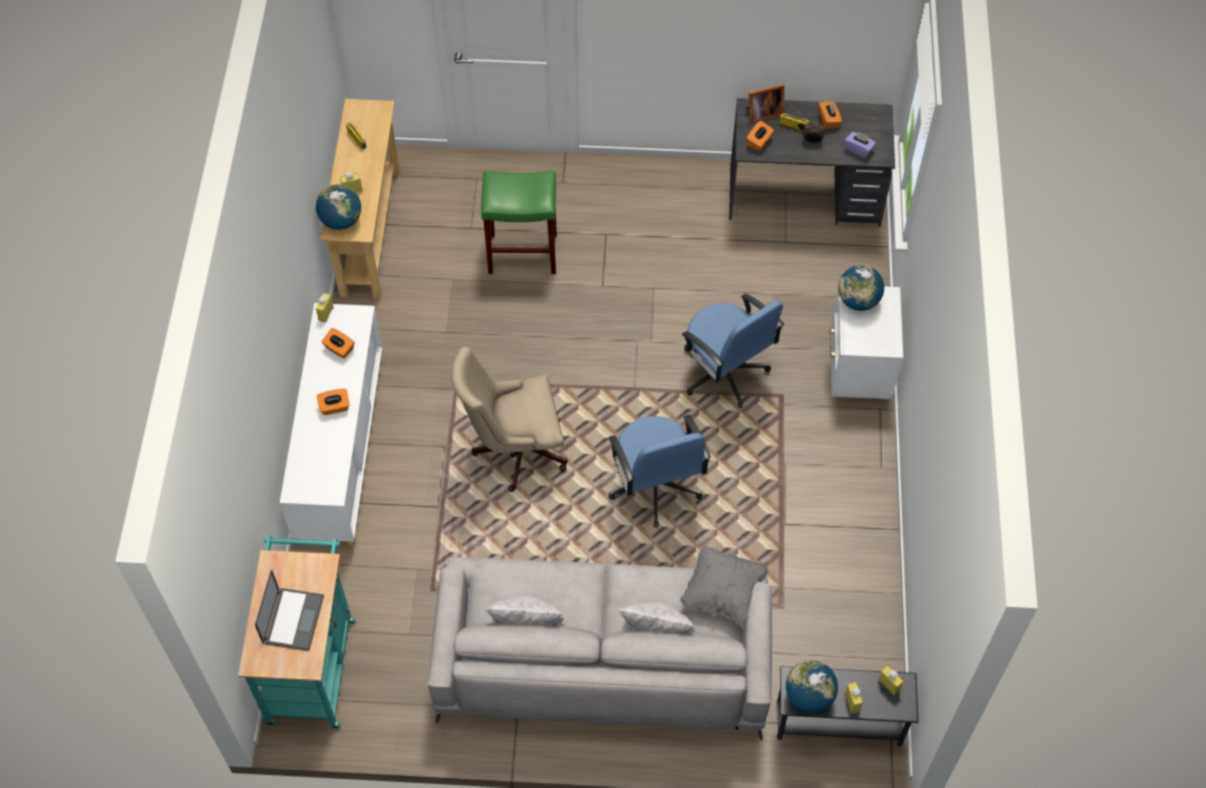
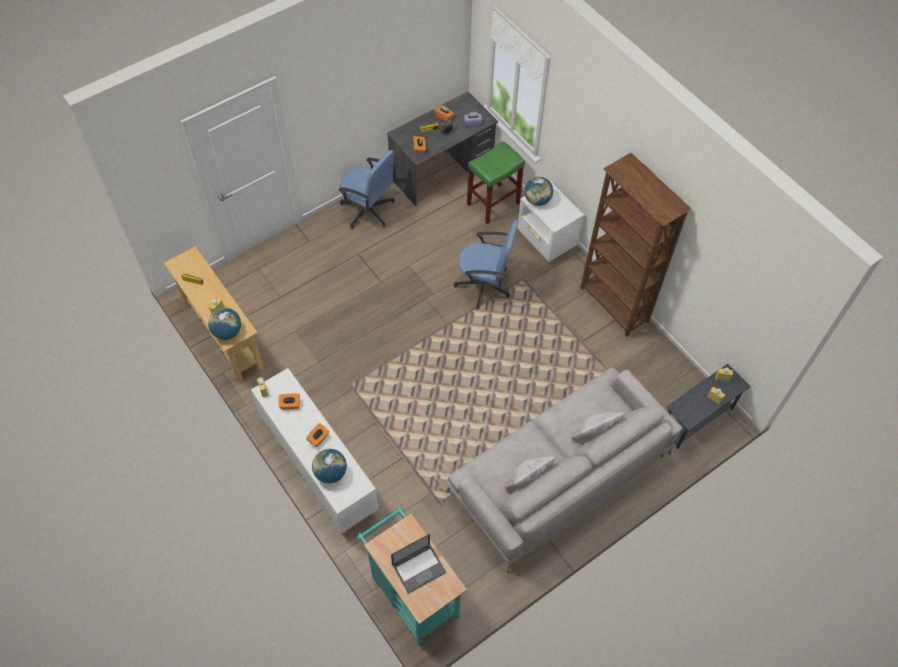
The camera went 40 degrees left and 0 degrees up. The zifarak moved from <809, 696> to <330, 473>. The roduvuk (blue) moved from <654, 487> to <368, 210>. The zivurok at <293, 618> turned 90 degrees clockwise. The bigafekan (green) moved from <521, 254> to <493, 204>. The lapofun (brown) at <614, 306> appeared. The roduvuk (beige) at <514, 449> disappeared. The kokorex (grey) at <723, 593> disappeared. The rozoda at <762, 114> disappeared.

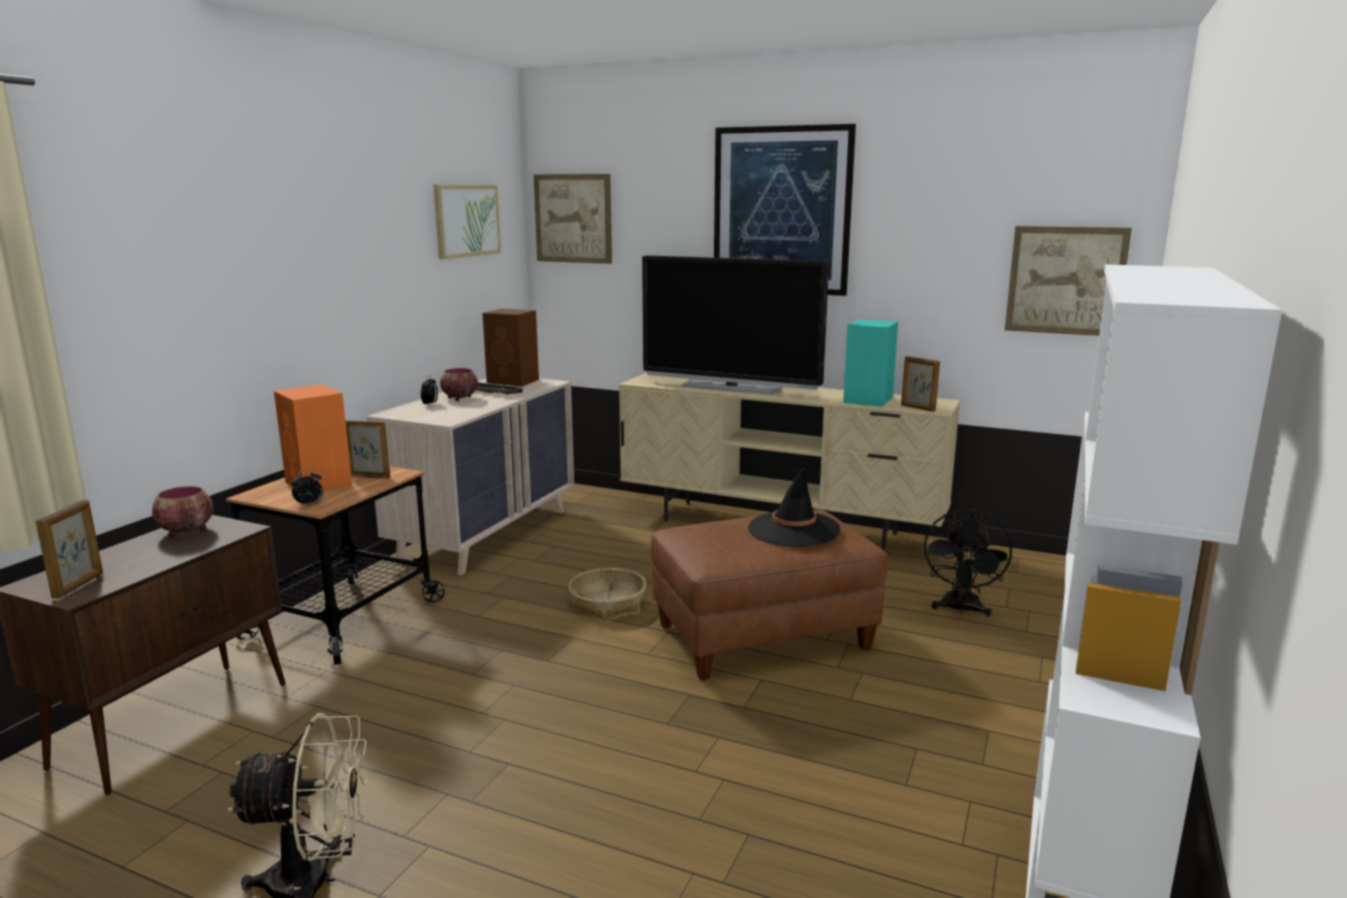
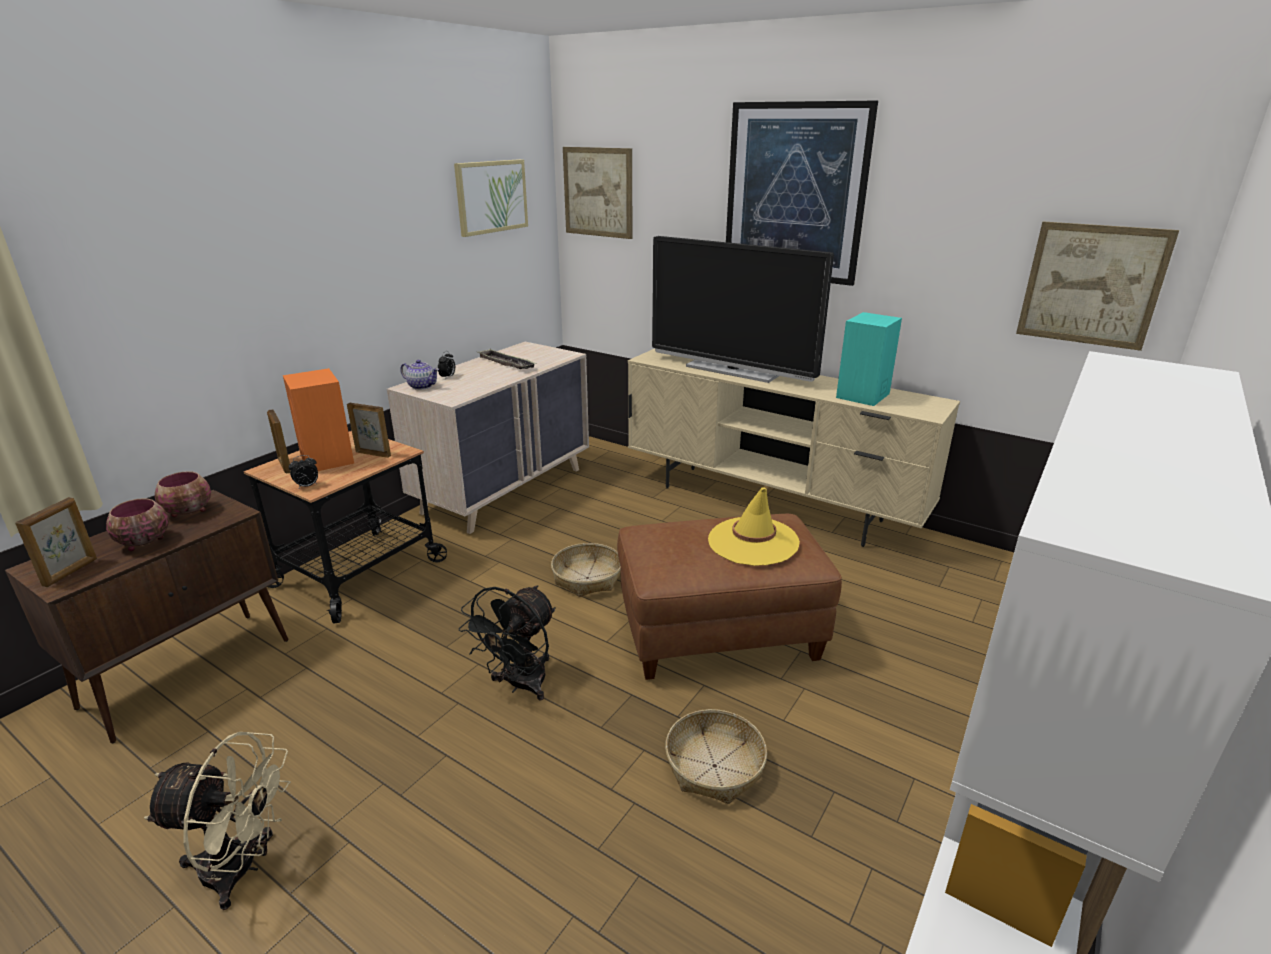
The camera went 10 degrees right and 10 degrees up. The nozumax moved from <459, 398> to <143, 542>. The rozoda moved from <917, 408> to <284, 466>. The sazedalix at <421, 386> appeared. The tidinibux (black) moved from <961, 609> to <520, 685>. The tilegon at <714, 766> appeared. The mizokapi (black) at <793, 529> became the mizokapi (yellow) at <753, 541>. The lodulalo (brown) at <514, 381> disappeared.

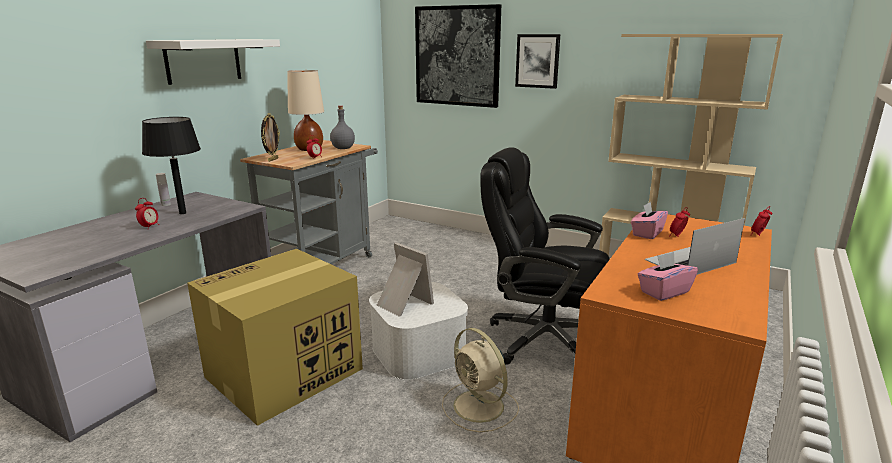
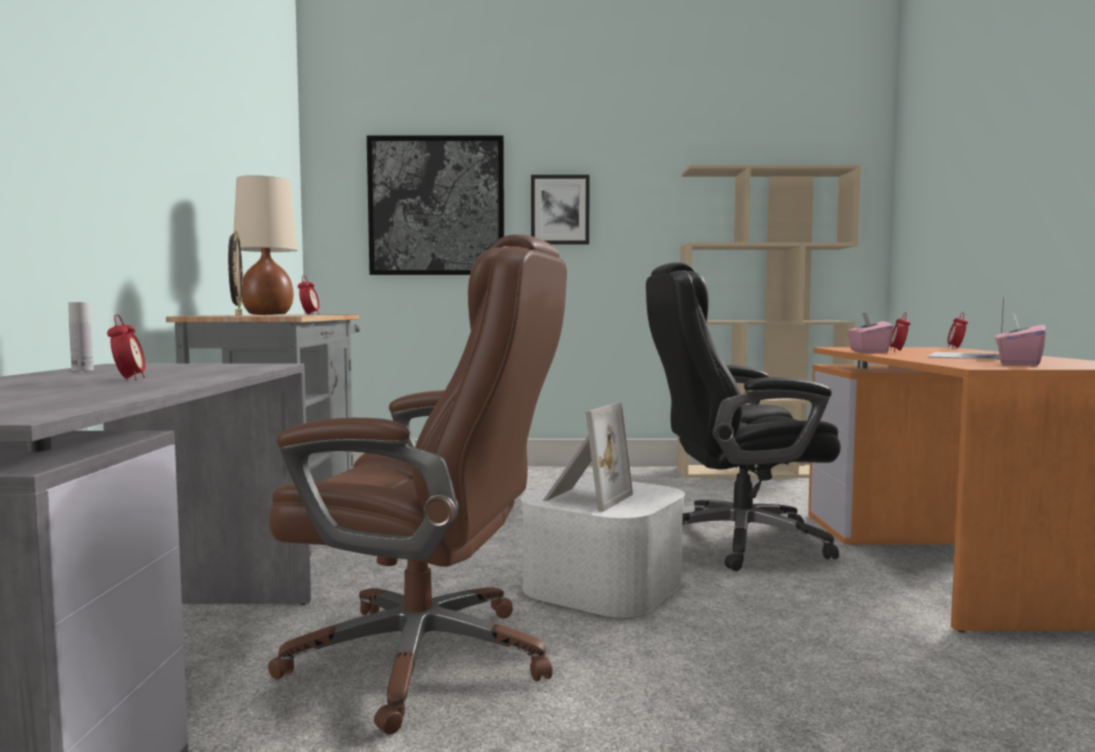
The camera went 30 degrees left and 15 degrees down. The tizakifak at <283, 374> was replaced by the roduvuk (brown) at <427, 659>. The rozoda at <402, 303> turned 105 degrees clockwise. The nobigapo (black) at <183, 213> disappeared. The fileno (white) at <203, 60> disappeared. The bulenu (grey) at <343, 148> disappeared. The tidinibux (beige) at <480, 407> disappeared.

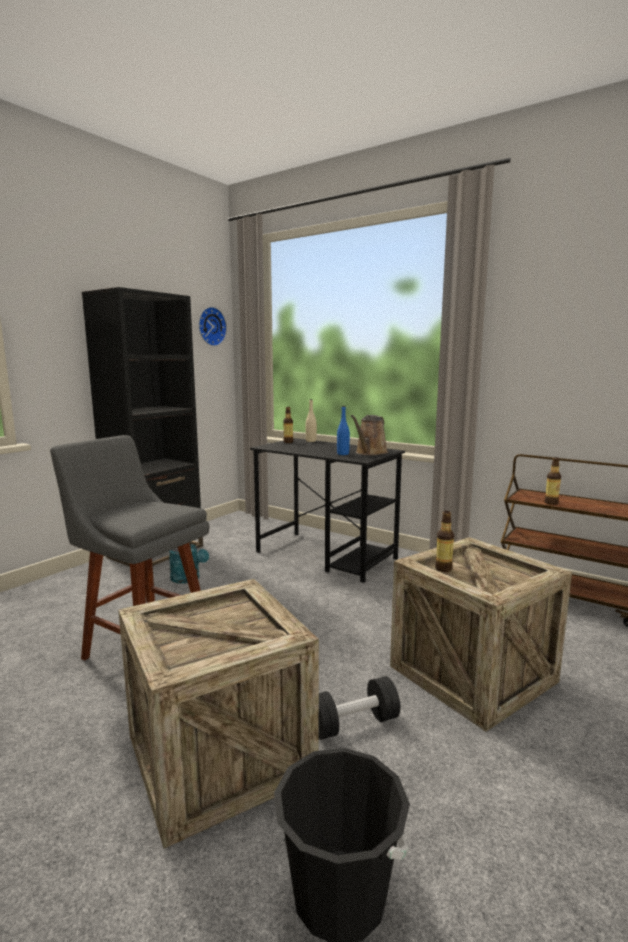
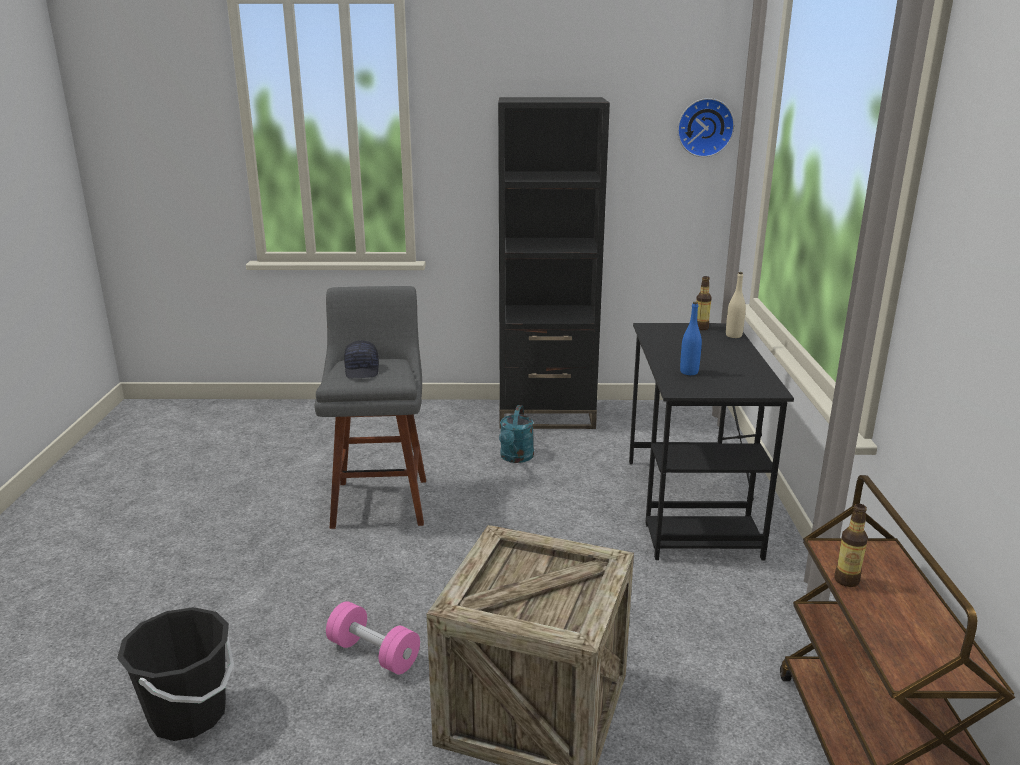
The camera went 55 degrees right and 10 degrees up. The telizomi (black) at <353, 724> became the telizomi (pink) at <373, 653>. The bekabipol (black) at <362, 370> appeared. The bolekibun at <219, 755> disappeared. The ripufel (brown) at <370, 453> disappeared. The bulenu at <443, 568> disappeared.

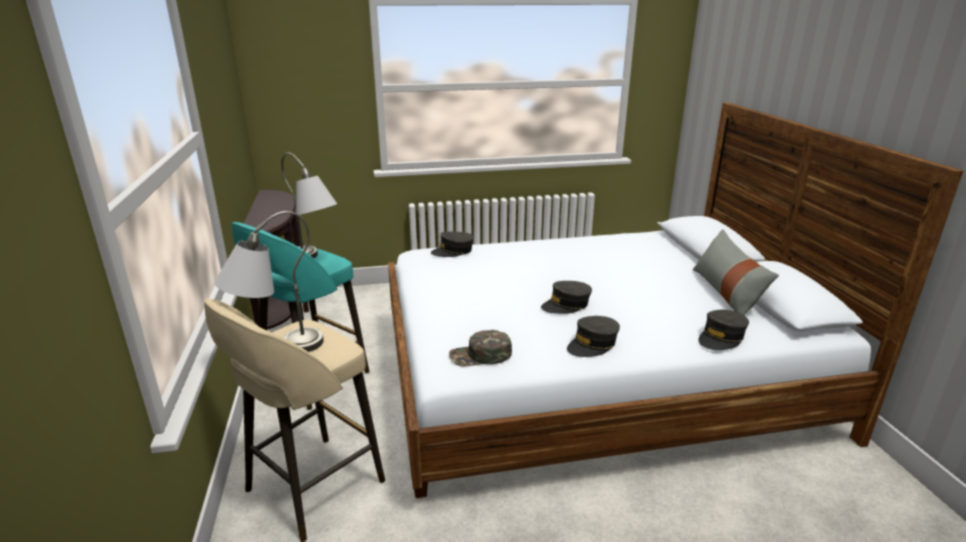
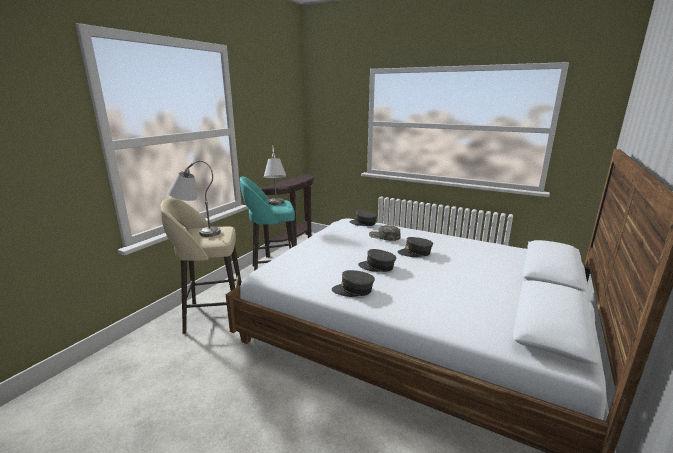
The camera went 40 degrees right and 5 degrees down. The bekabipol (green) moved from <480, 355> to <384, 236>. The bekabipol (grey) moved from <721, 338> to <415, 253>. The kokorex (grey) at <726, 293> disappeared.

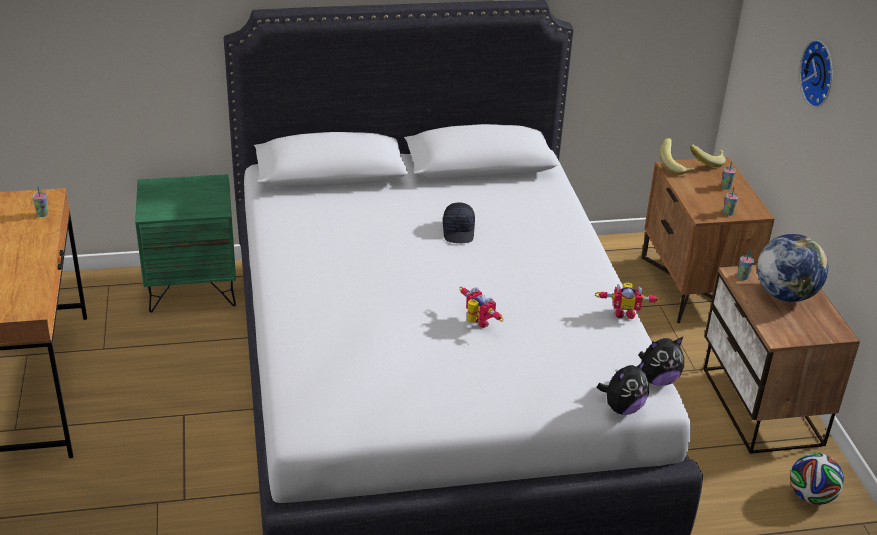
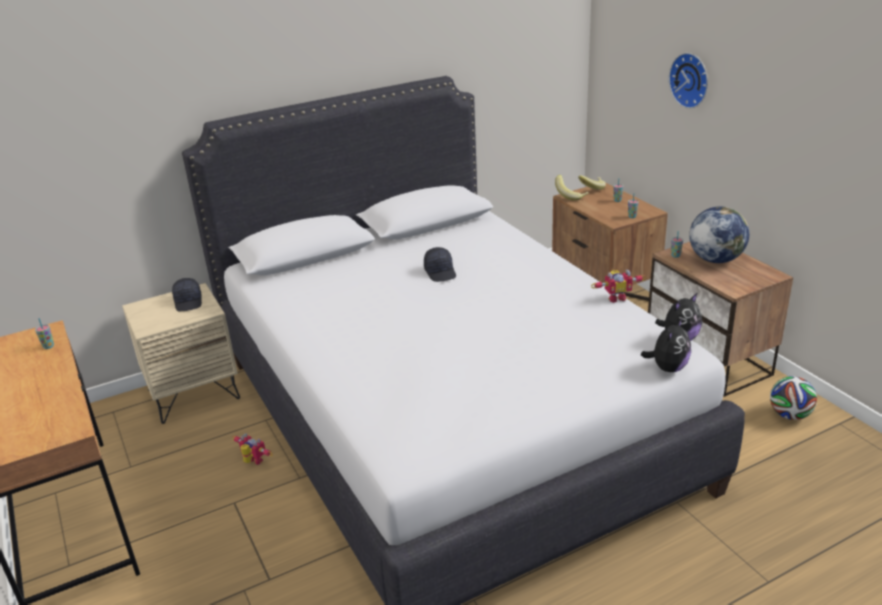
The camera went 15 degrees left and 5 degrees down. The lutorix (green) at <192, 287> became the lutorix (beige) at <193, 393>. The bekabipol (black) at <189, 302> appeared. The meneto moved from <476, 323> to <253, 462>.

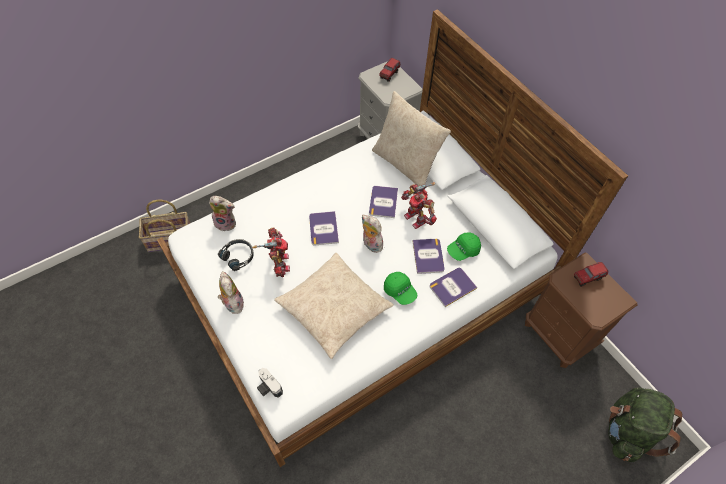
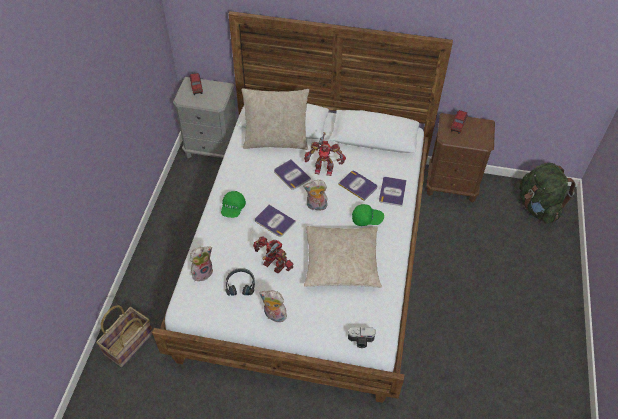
The camera went 45 degrees left and 5 degrees down. The bekabipol (green) moved from <463, 250> to <233, 208>.

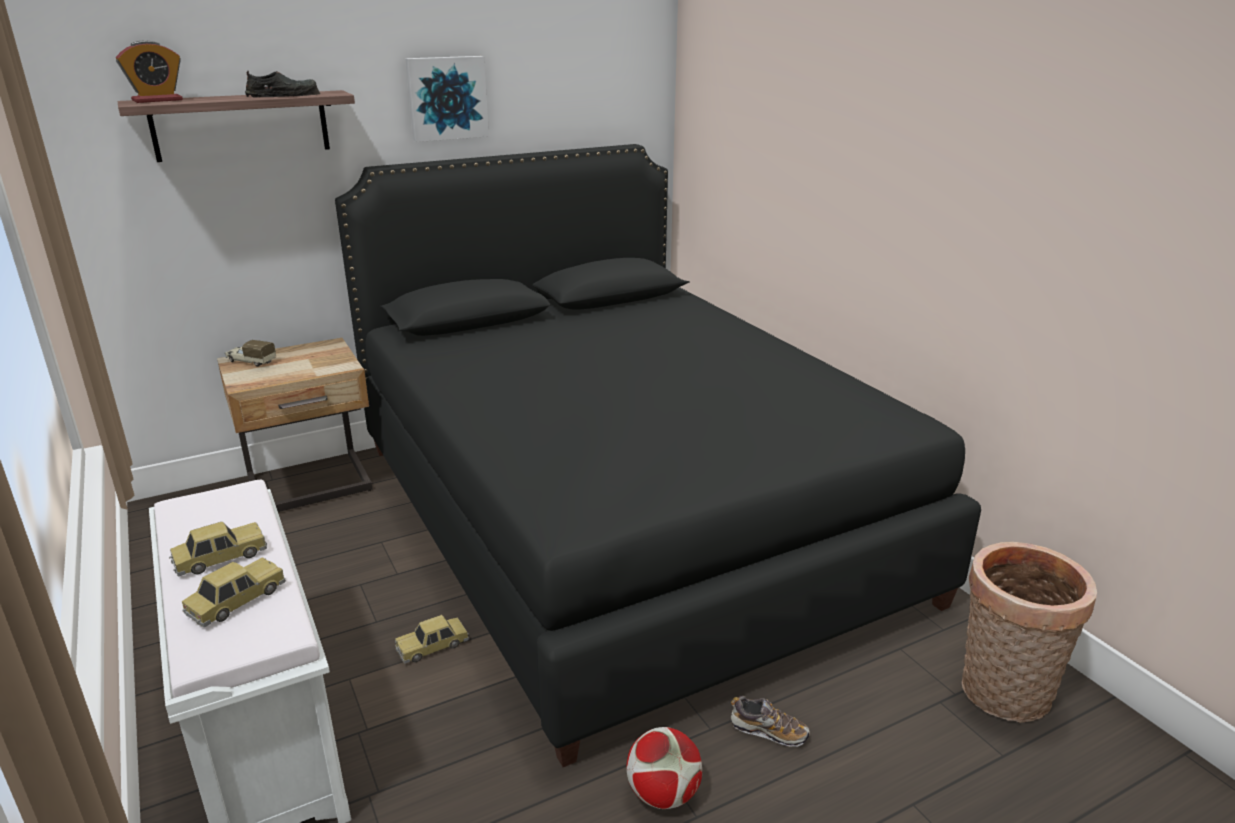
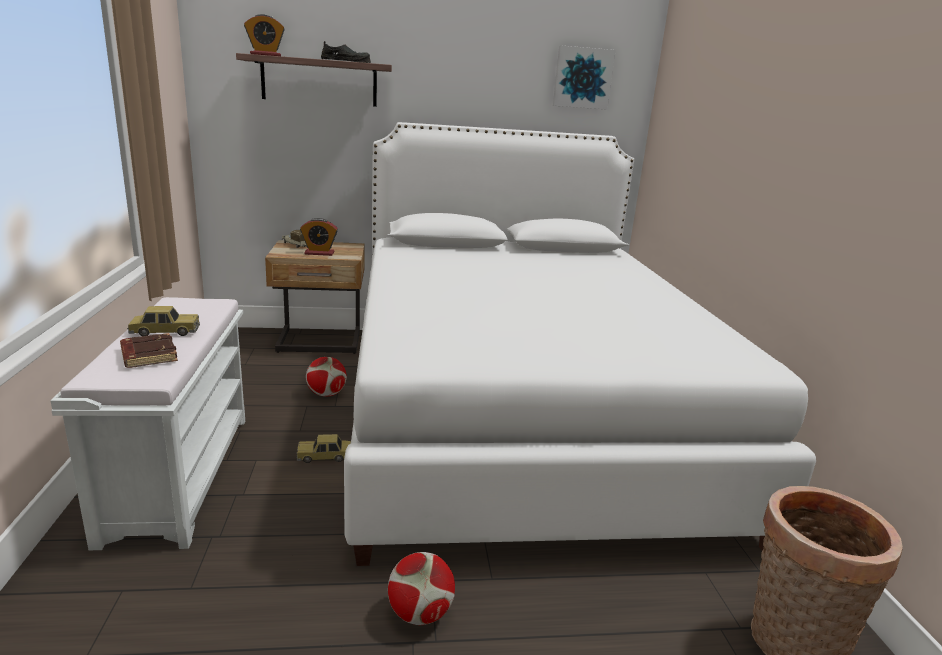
The camera went 20 degrees right and 5 degrees down. The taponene at <236, 601> was replaced by the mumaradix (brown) at <148, 355>. The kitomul at <319, 253> appeared. The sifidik at <326, 394> appeared. The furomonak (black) at <621, 518> became the furomonak (white) at <519, 412>. The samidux moved from <447, 98> to <582, 78>. The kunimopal at <768, 731> disappeared.

